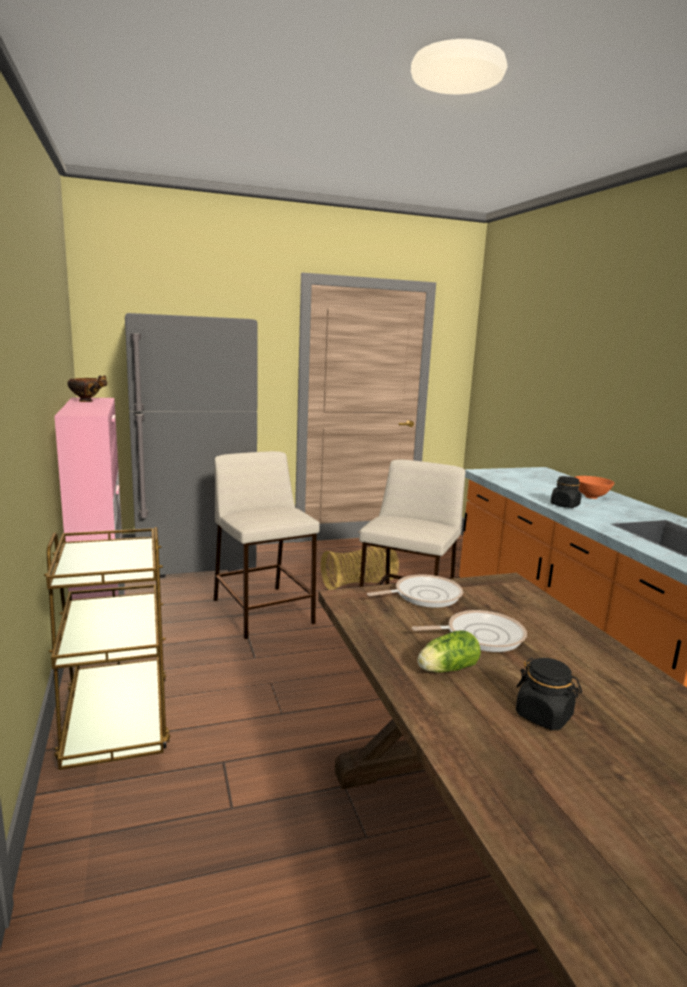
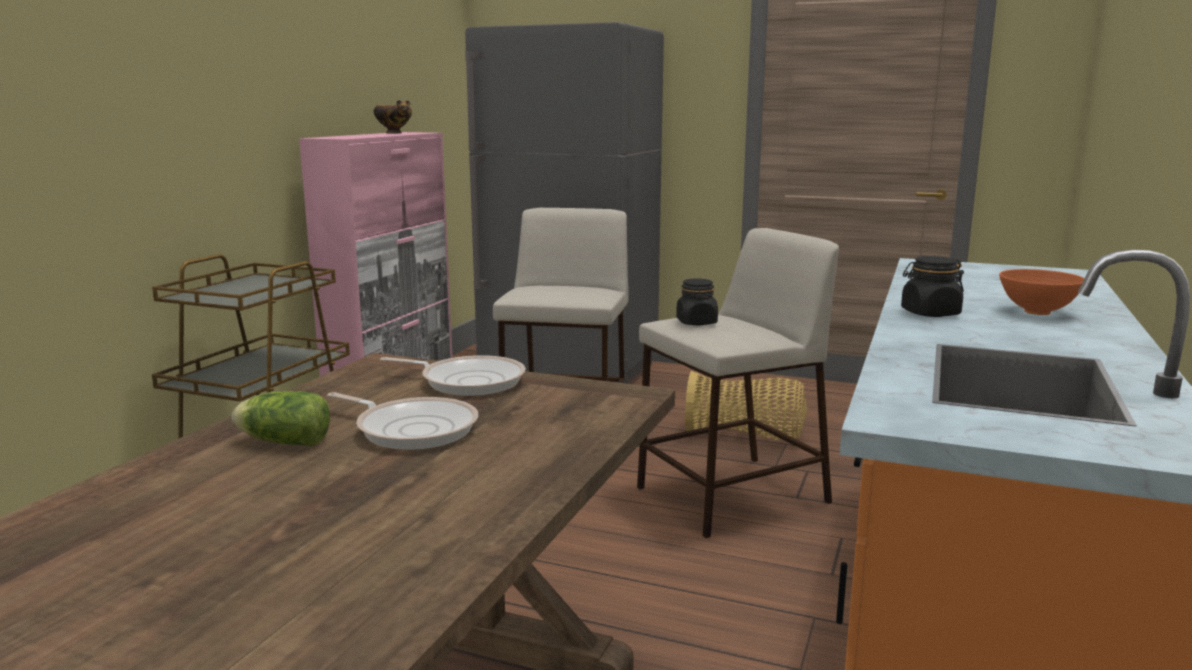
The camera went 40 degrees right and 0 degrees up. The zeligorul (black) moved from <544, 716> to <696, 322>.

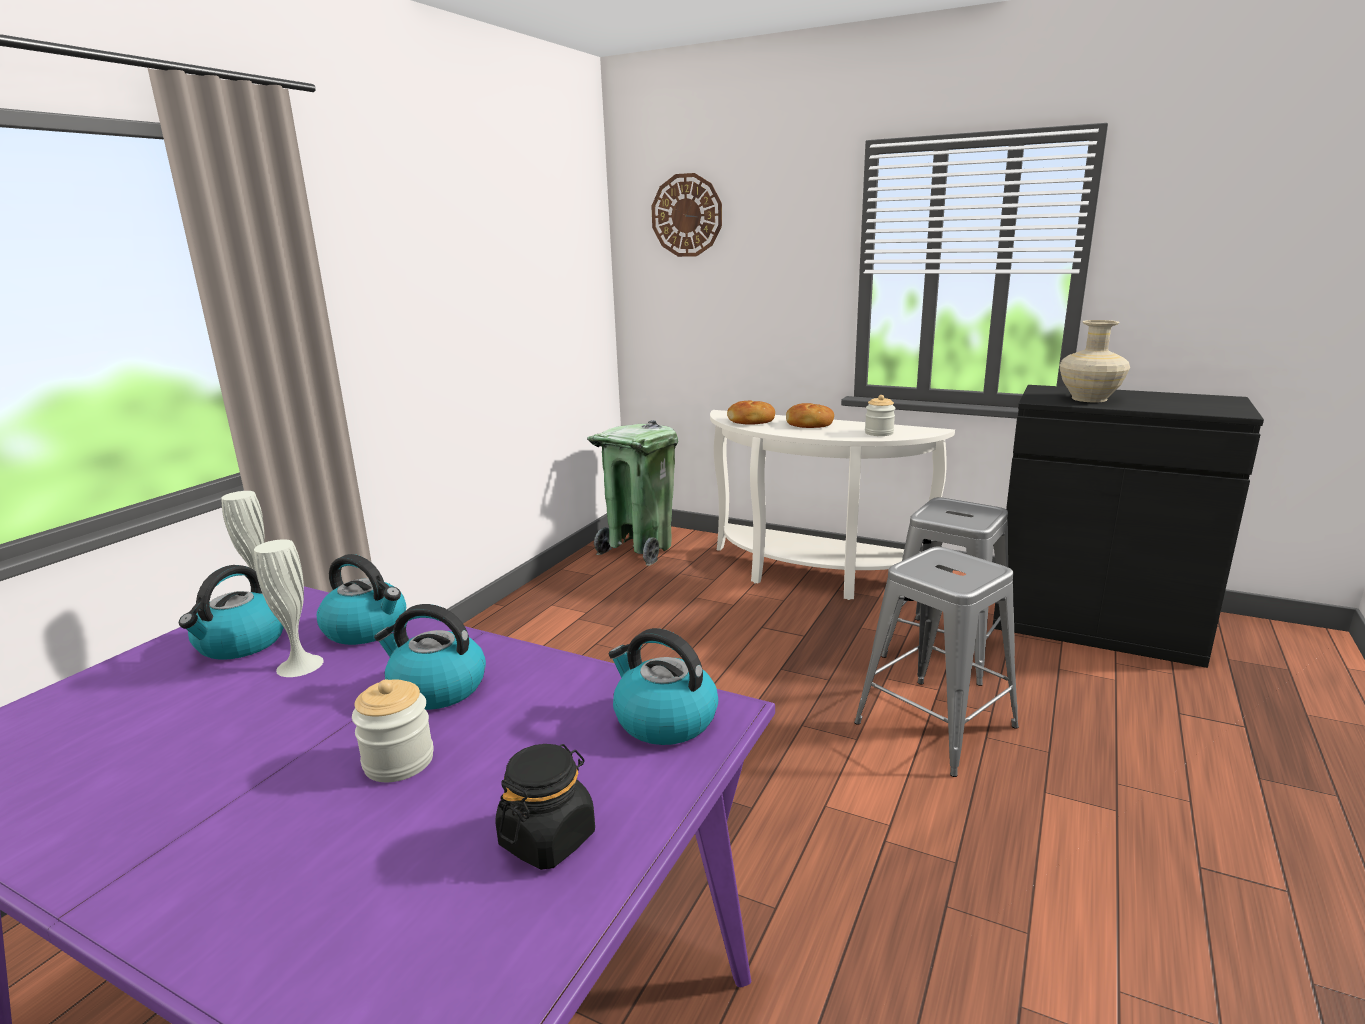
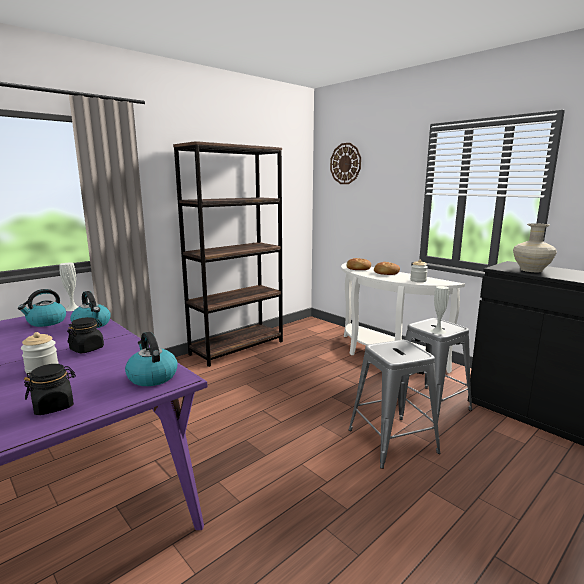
The camera went 20 degrees right and 5 degrees down. The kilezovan at <436, 688> was replaced by the zeligorul (black) at <87, 349>. The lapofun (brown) at <237, 347> appeared. The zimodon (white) moved from <300, 665> to <438, 331>. The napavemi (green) at <639, 549> disappeared.

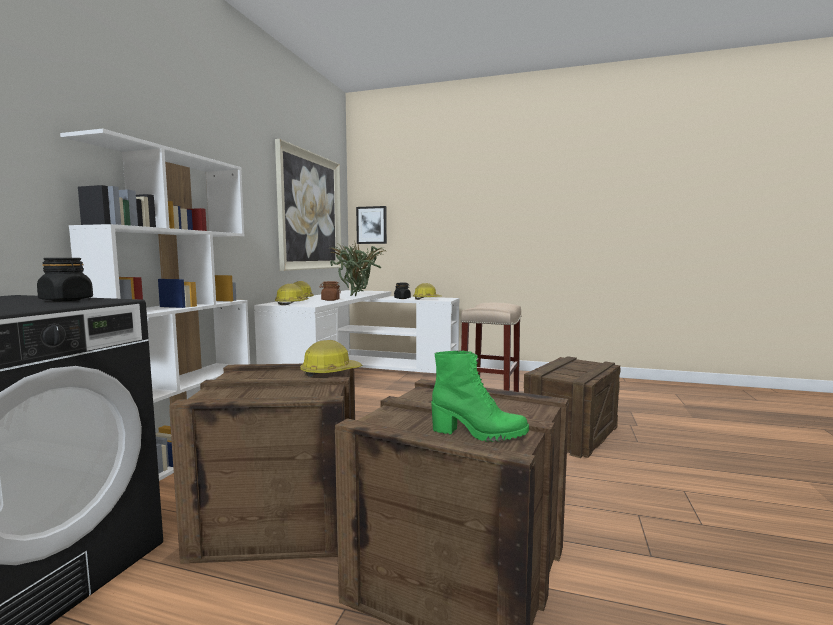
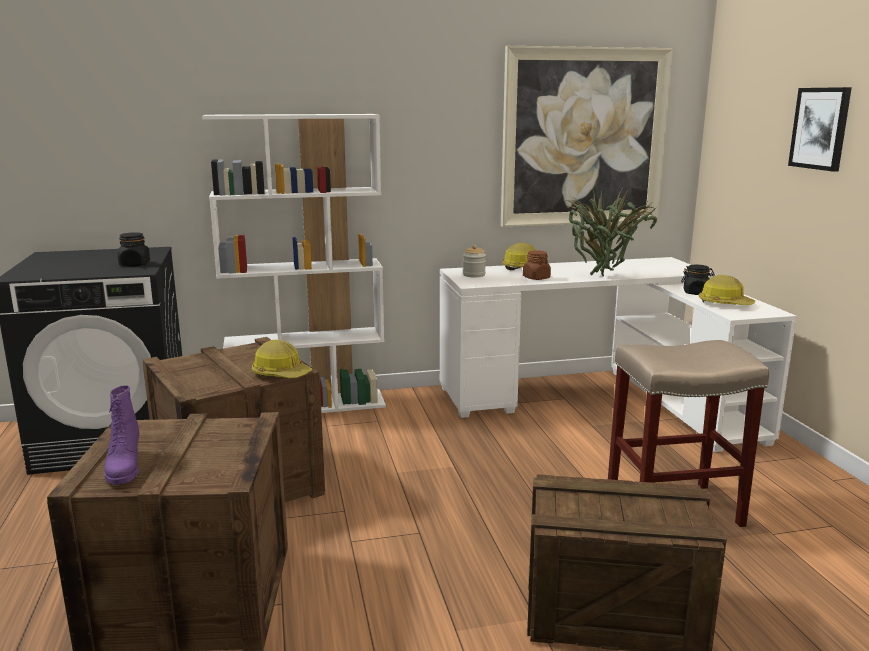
The camera went 60 degrees right and 10 degrees up. The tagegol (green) at <478, 434> became the tagegol (purple) at <124, 469>. The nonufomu at <291, 303> was replaced by the zeligorul at <474, 275>. The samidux moved from <371, 225> to <820, 128>.

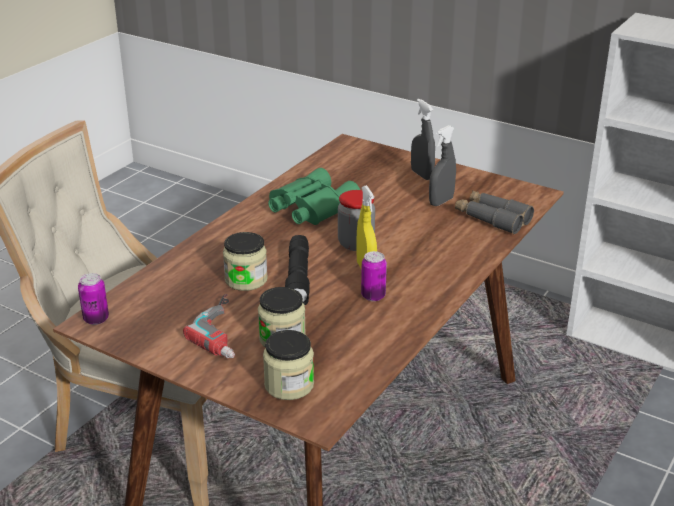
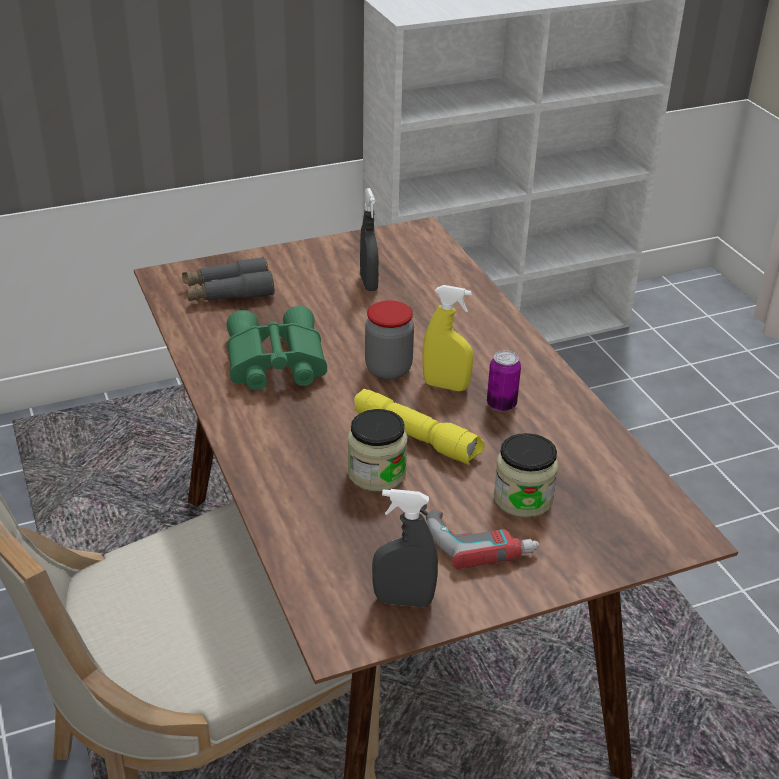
The camera went 55 degrees left and 5 degrees up. The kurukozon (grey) moved from <492, 218> to <228, 292>. The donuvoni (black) at <299, 279> became the donuvoni (yellow) at <417, 437>. The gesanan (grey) moved from <421, 174> to <403, 600>. The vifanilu at <96, 319> disappeared. The zeligorul at <289, 385> disappeared.

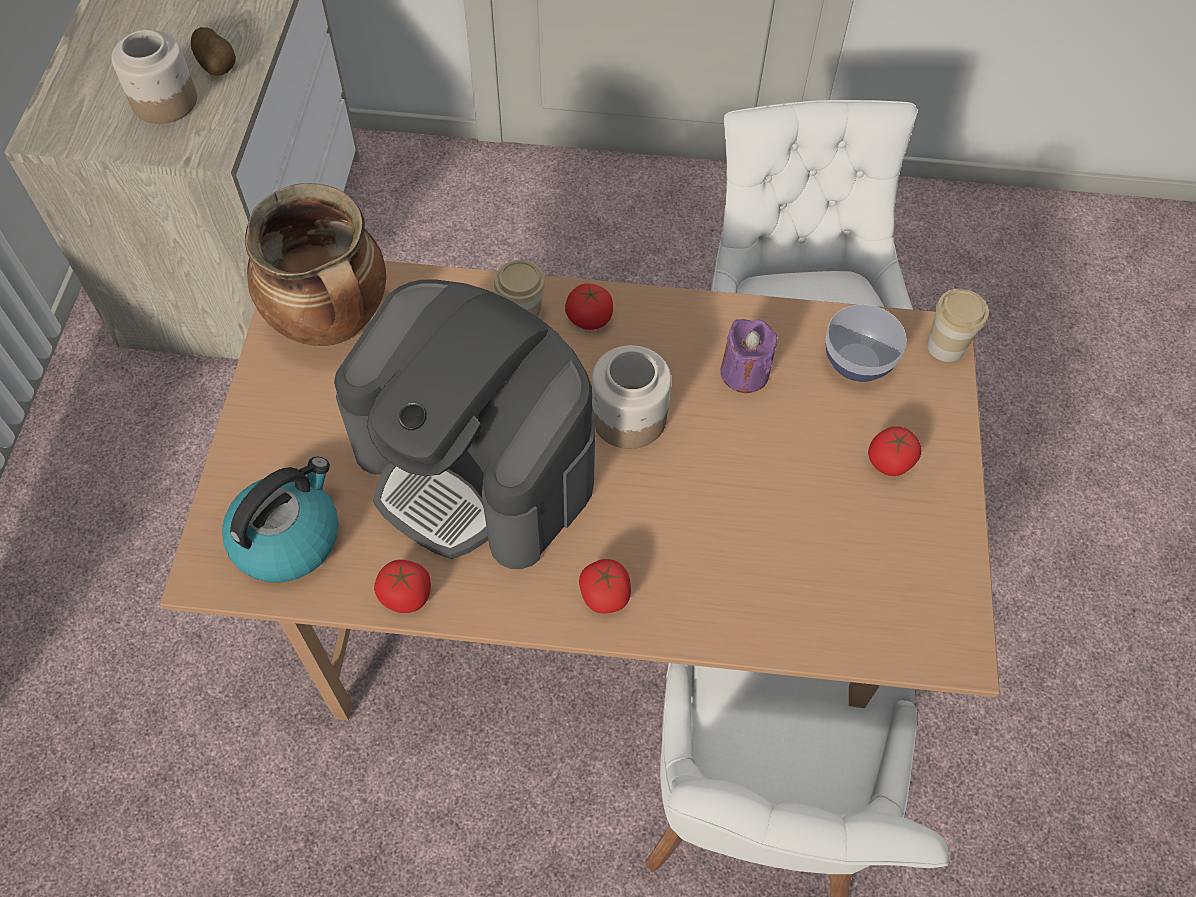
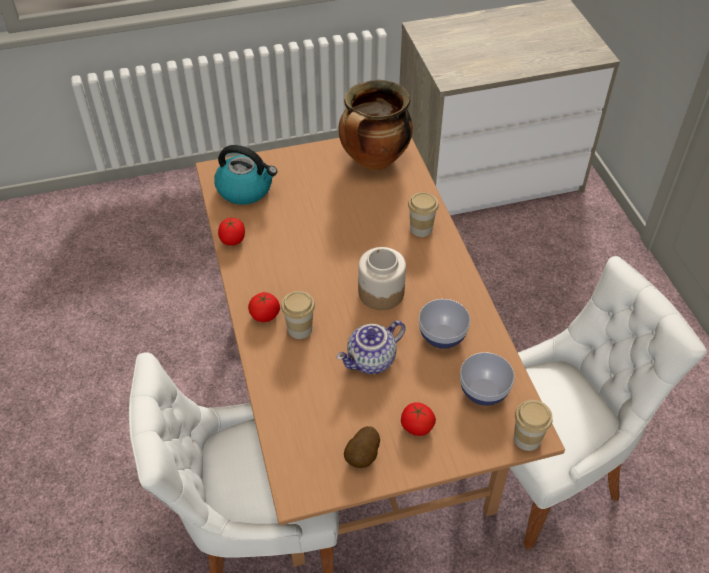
The camera went 70 degrees right and 10 degrees down. The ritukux at <299, 329> appeared. The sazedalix at <371, 361> appeared. The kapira moved from <219, 67> to <363, 457>. The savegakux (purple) at <744, 373> was replaced by the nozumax at <442, 337>. The zeligorul at <164, 101> disappeared. The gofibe at <477, 466> disappeared. The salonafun at <589, 318> disappeared.

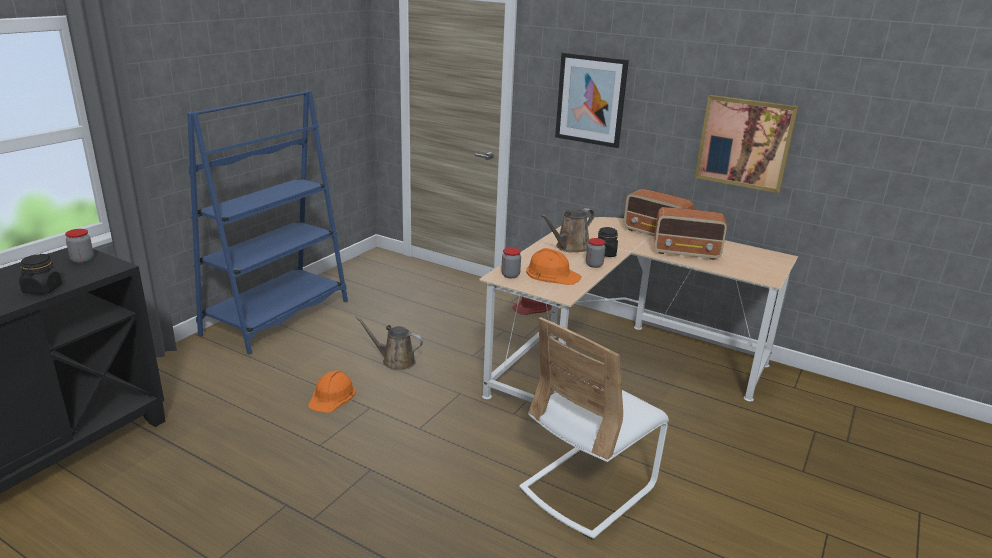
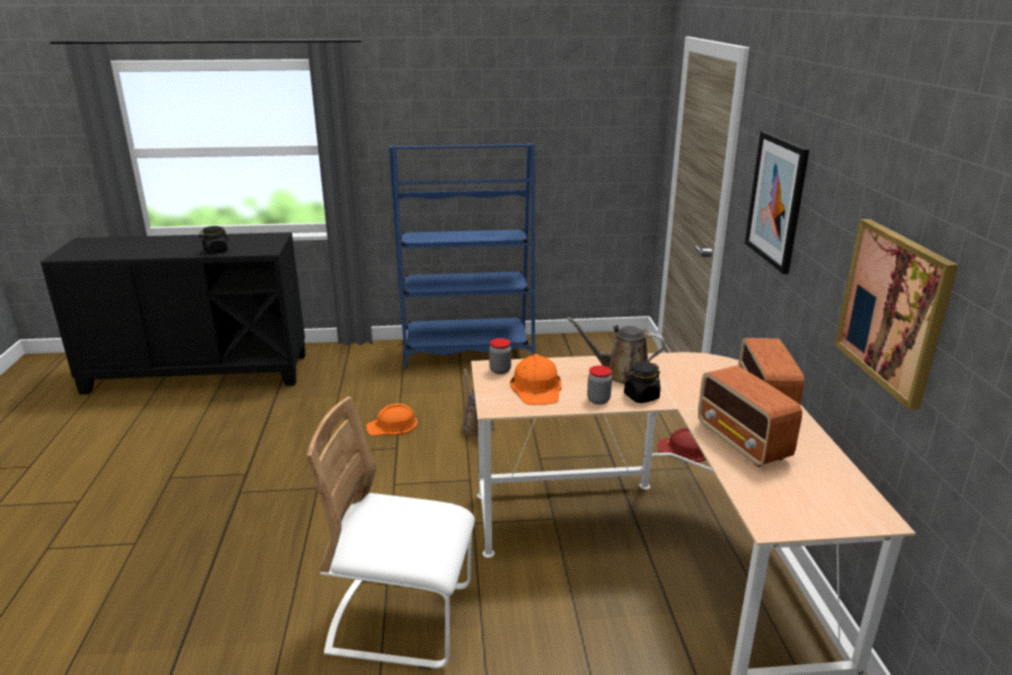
The camera went 55 degrees right and 0 degrees up. The zeligorul at <82, 260> disappeared.

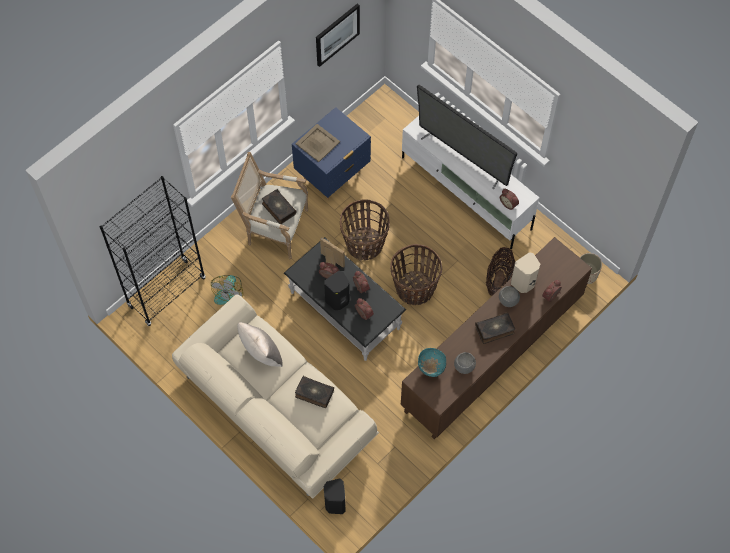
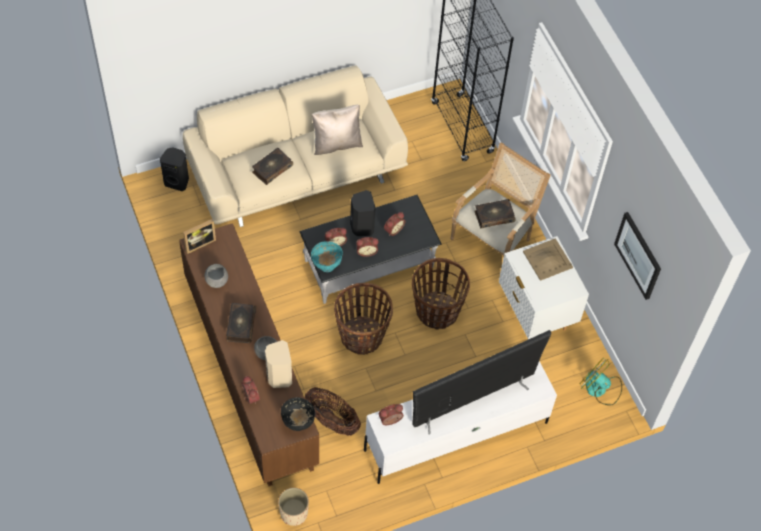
The camera went 110 degrees right and 5 degrees down. The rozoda moved from <330, 262> to <199, 243>. The nozumax (black) at <298, 423> appeared. The nozumax (turquoise) moved from <431, 369> to <326, 265>. The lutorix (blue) at <332, 176> became the lutorix (white) at <535, 314>. The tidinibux moved from <228, 291> to <600, 389>.

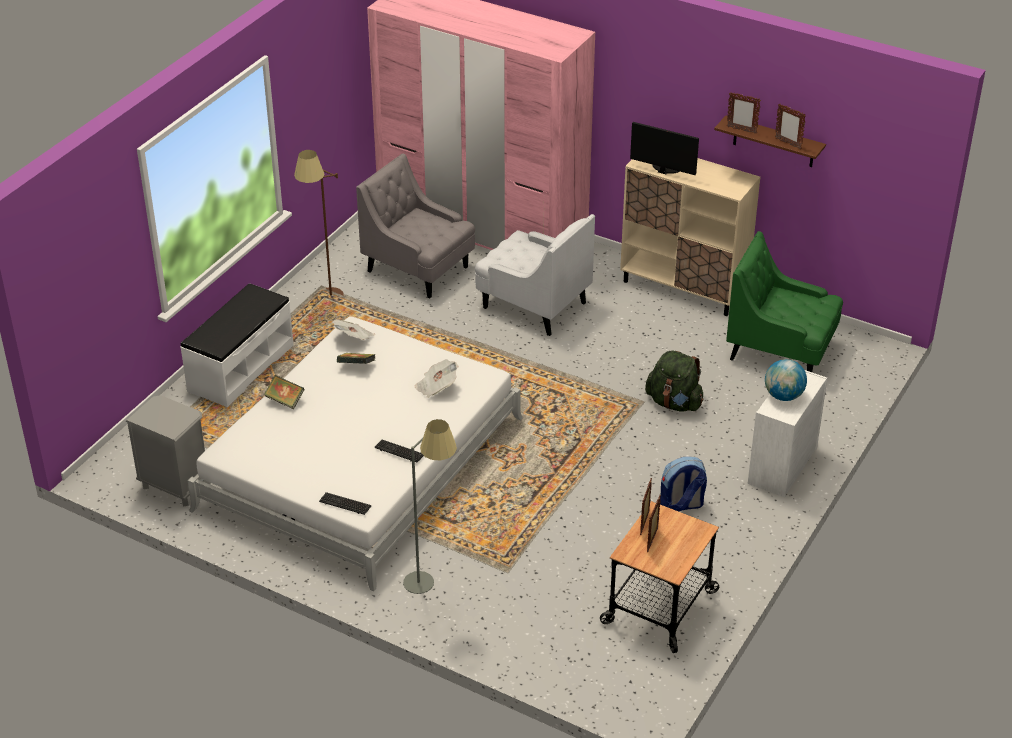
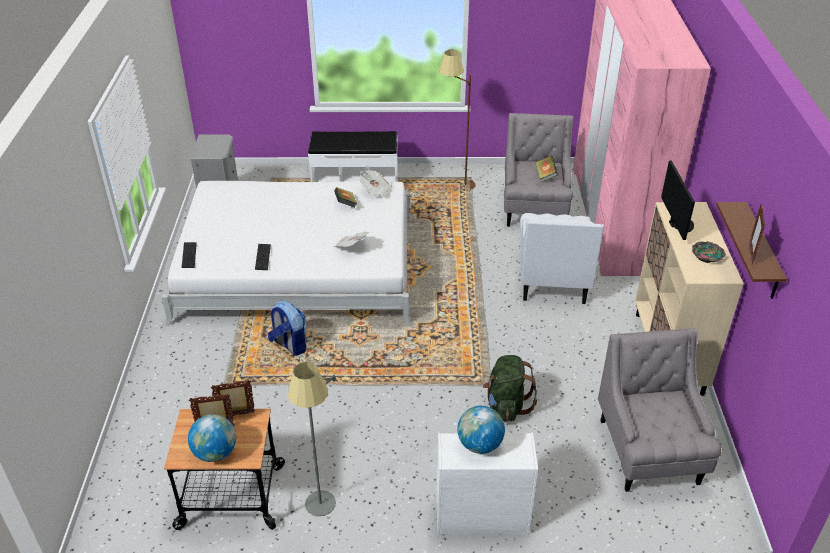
The camera went 60 degrees right and 0 degrees up. The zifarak at <215, 453> appeared. The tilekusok moved from <681, 506> to <289, 345>. The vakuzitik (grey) moved from <432, 585> to <322, 515>. The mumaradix moved from <285, 400> to <545, 176>. The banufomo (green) at <781, 351> became the banufomo (grey) at <649, 452>. The nozumax at <707, 256> appeared. The rozoda at <741, 130> disappeared.

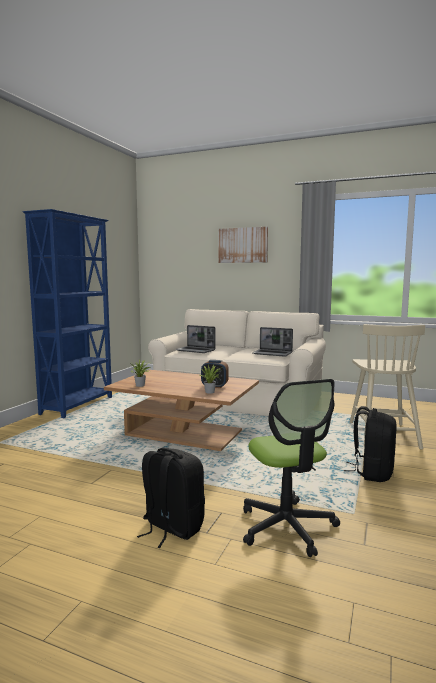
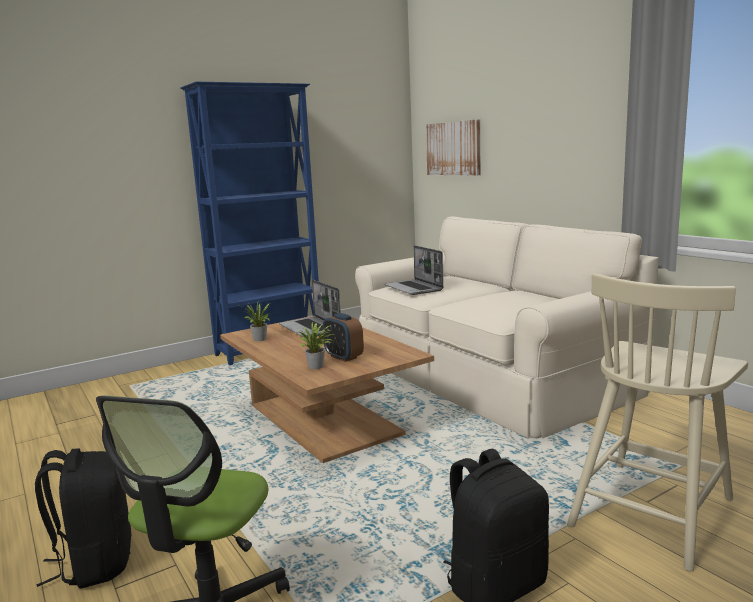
The camera went 35 degrees right and 5 degrees up. The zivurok moved from <273, 353> to <311, 328>. The samidux moved from <243, 245> to <453, 148>.

